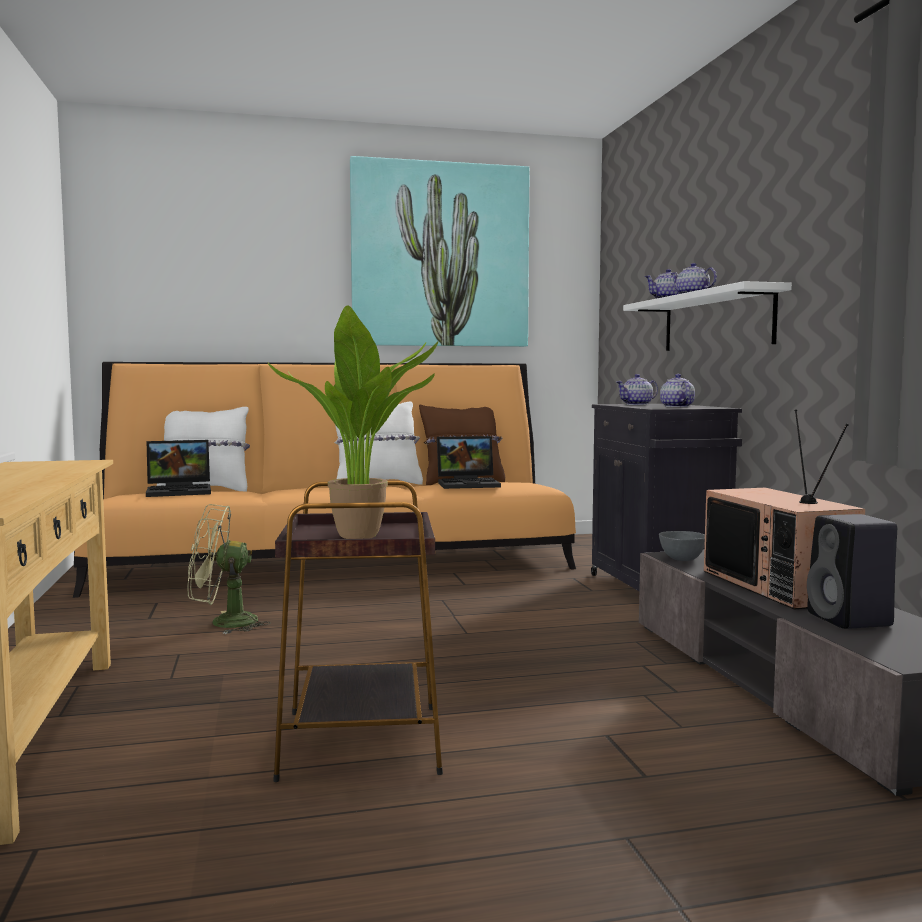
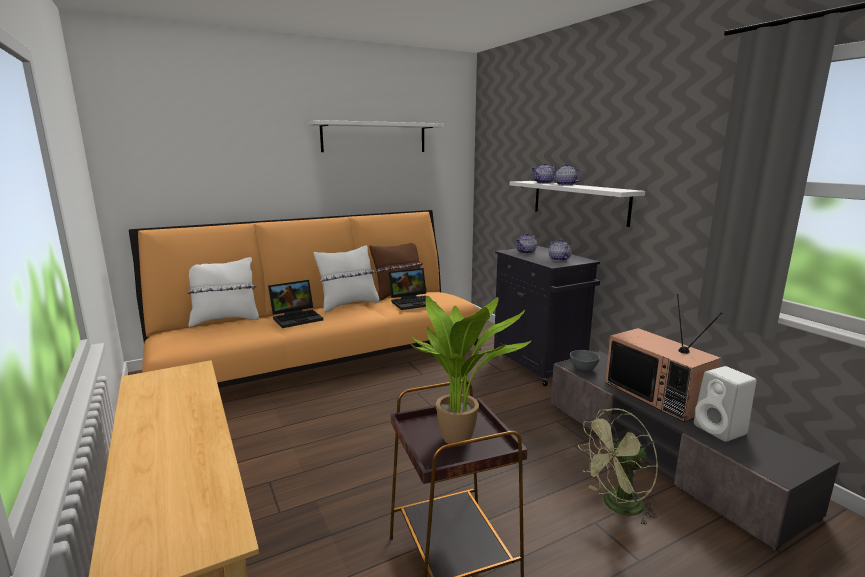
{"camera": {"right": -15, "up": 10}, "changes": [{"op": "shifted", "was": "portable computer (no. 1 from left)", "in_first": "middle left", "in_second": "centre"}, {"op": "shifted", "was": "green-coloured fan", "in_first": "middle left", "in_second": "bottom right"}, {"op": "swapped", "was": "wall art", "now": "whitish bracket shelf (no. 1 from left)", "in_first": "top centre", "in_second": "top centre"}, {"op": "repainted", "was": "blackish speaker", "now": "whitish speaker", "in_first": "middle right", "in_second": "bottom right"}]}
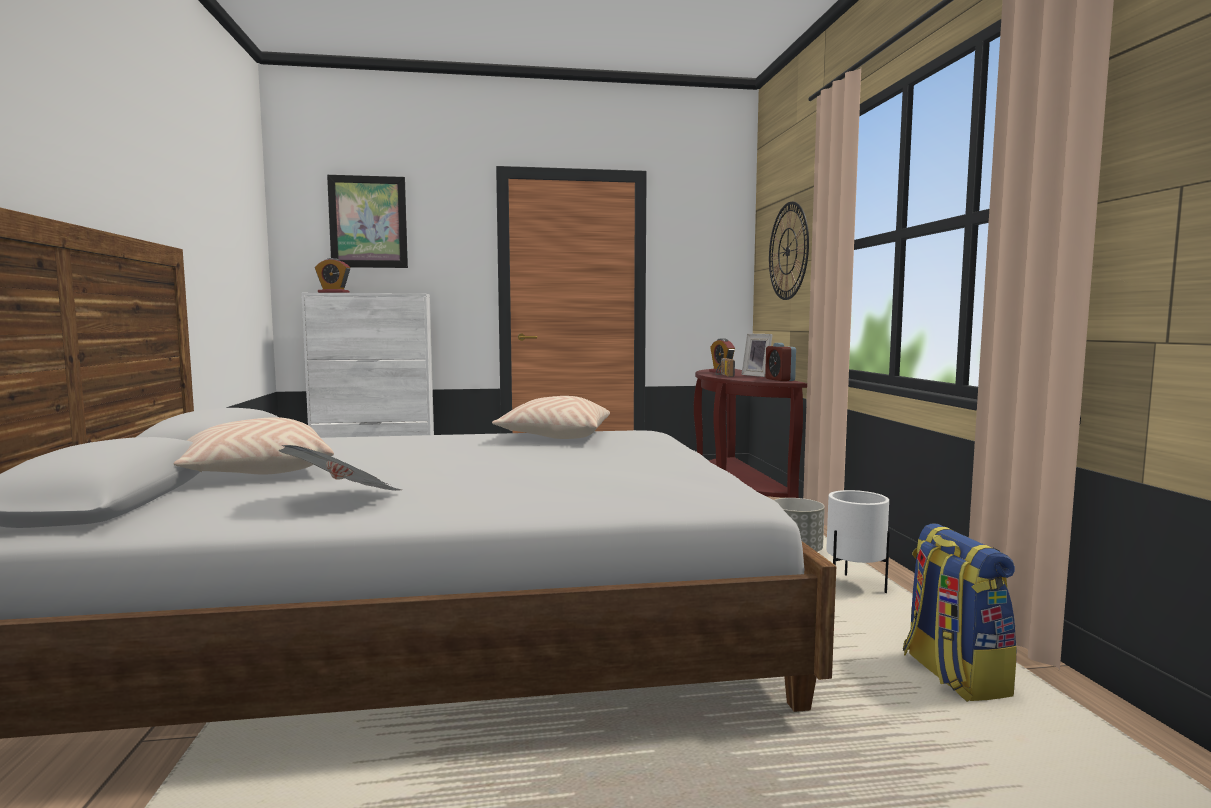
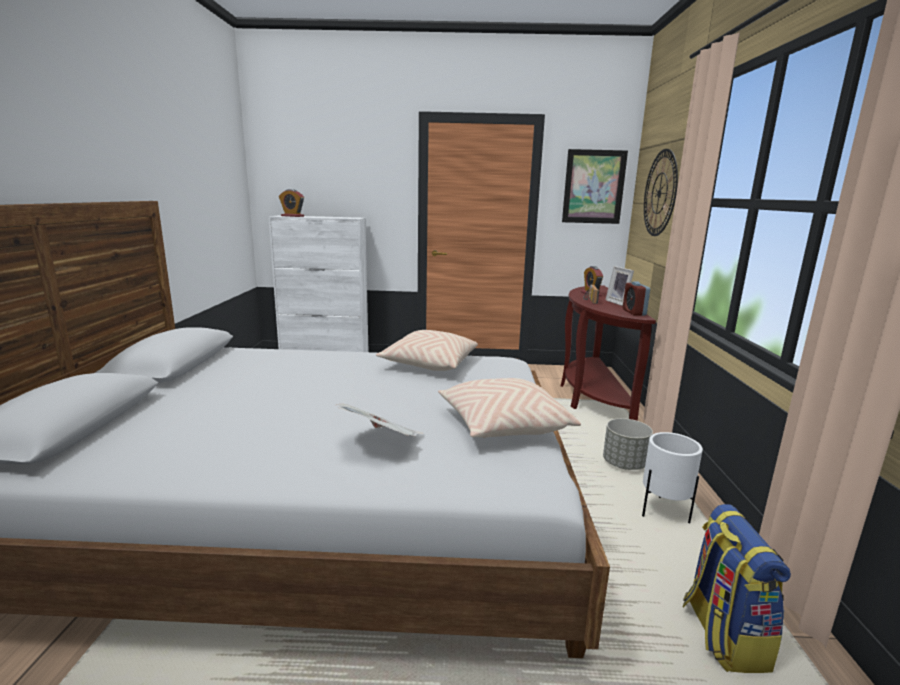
{"camera": {"right": 10, "up": 10}, "changes": [{"op": "shifted", "was": "beige throw pillow (no. 1 from left in the first image)", "now": "beige throw pillow (no. 2 from left)", "in_first": "middle left", "in_second": "centre"}, {"op": "shifted", "was": "printed paper", "in_first": "middle left", "in_second": "centre"}, {"op": "shifted", "was": "wall art", "in_first": "top left", "in_second": "top centre"}]}
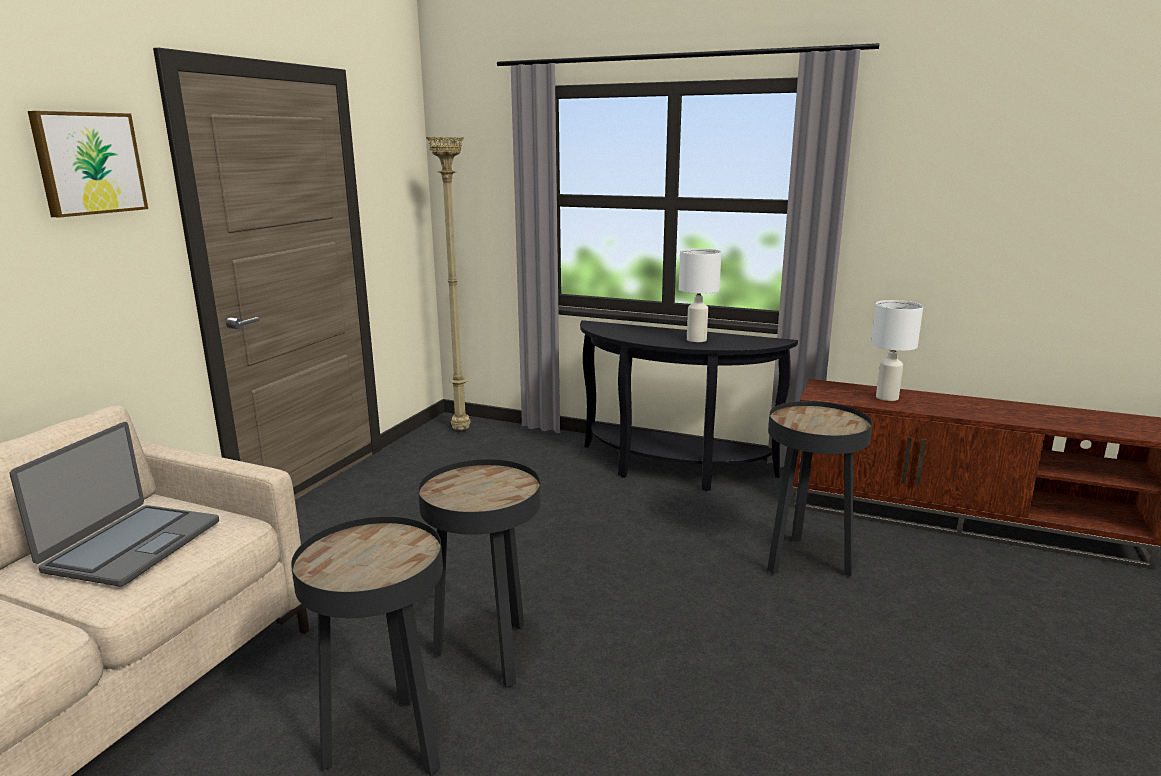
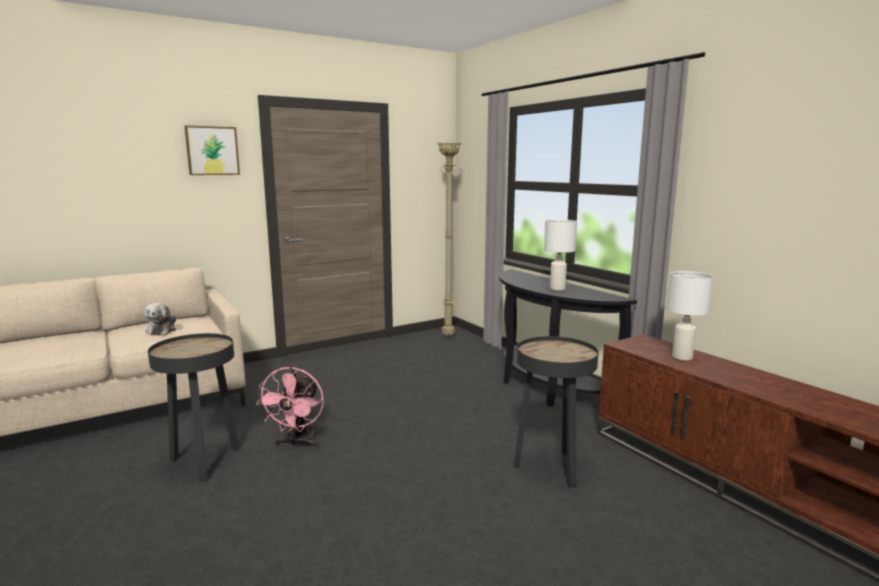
{"camera": {"right": 35, "up": -5}, "changes": [{"op": "swapped", "was": "portable computer", "now": "soft toy", "in_first": "middle left", "in_second": "middle left"}, {"op": "swapped", "was": "blackish end table (no. 2 from left)", "now": "pinkish fan", "in_first": "bottom centre", "in_second": "bottom left"}]}
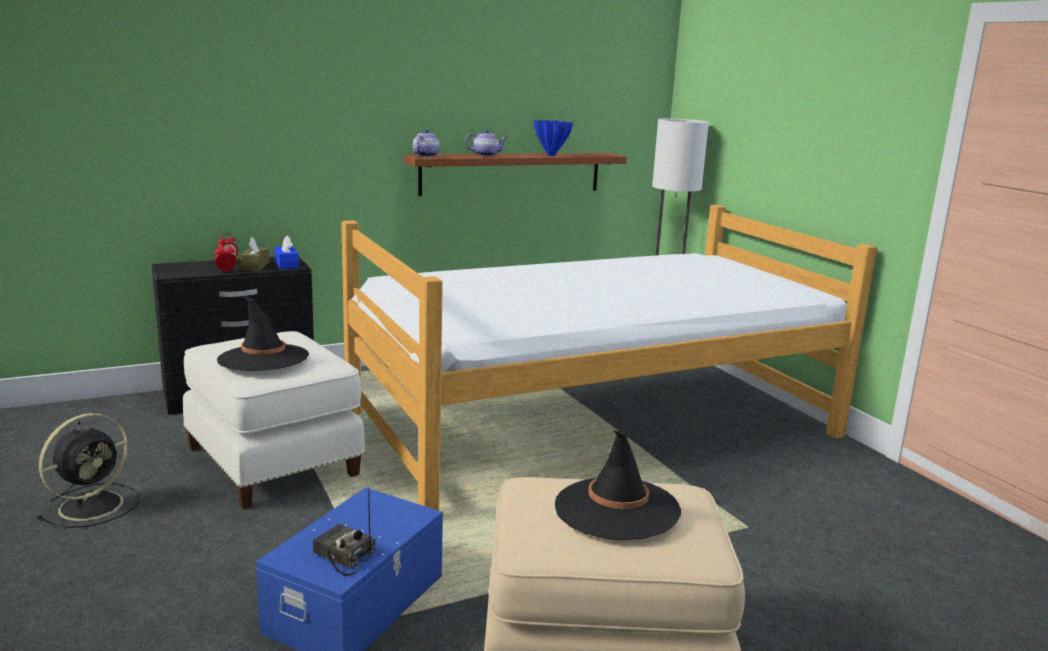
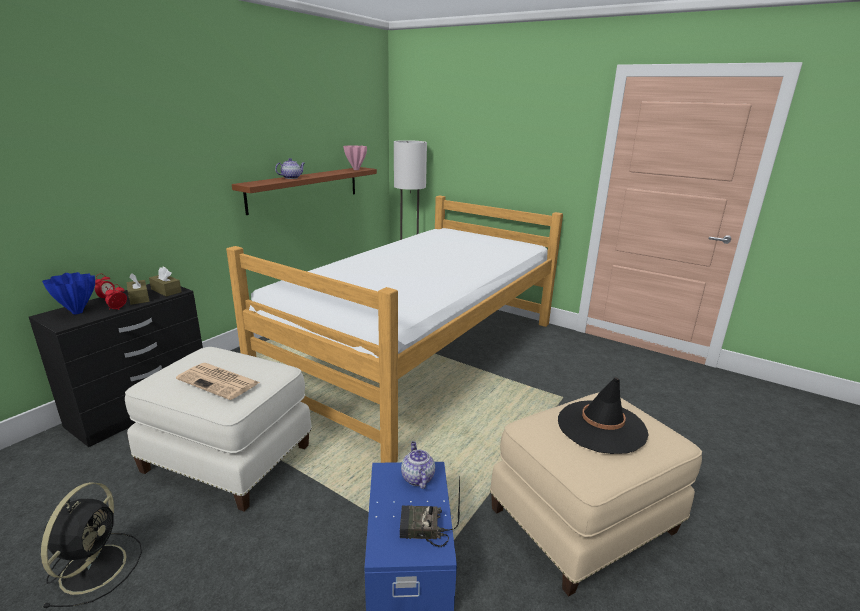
{"camera": {"right": -30, "up": 5}, "changes": [{"op": "swapped", "was": "blackish wearable hat (no. 1 from left)", "now": "printed paper", "in_first": "middle left", "in_second": "middle left"}, {"op": "repainted", "was": "bluish box of tissues", "now": "brown box of tissues (no. 2 from left)", "in_first": "middle left", "in_second": "middle left"}, {"op": "shifted", "was": "teapot (no. 1 from left in the first image)", "now": "teapot (no. 2 from left)", "in_first": "top centre", "in_second": "bottom centre"}, {"op": "shifted", "was": "bluish flower vase", "in_first": "top centre", "in_second": "middle left"}, {"op": "new", "now": "pinkish flower vase", "in_second": "top centre"}]}
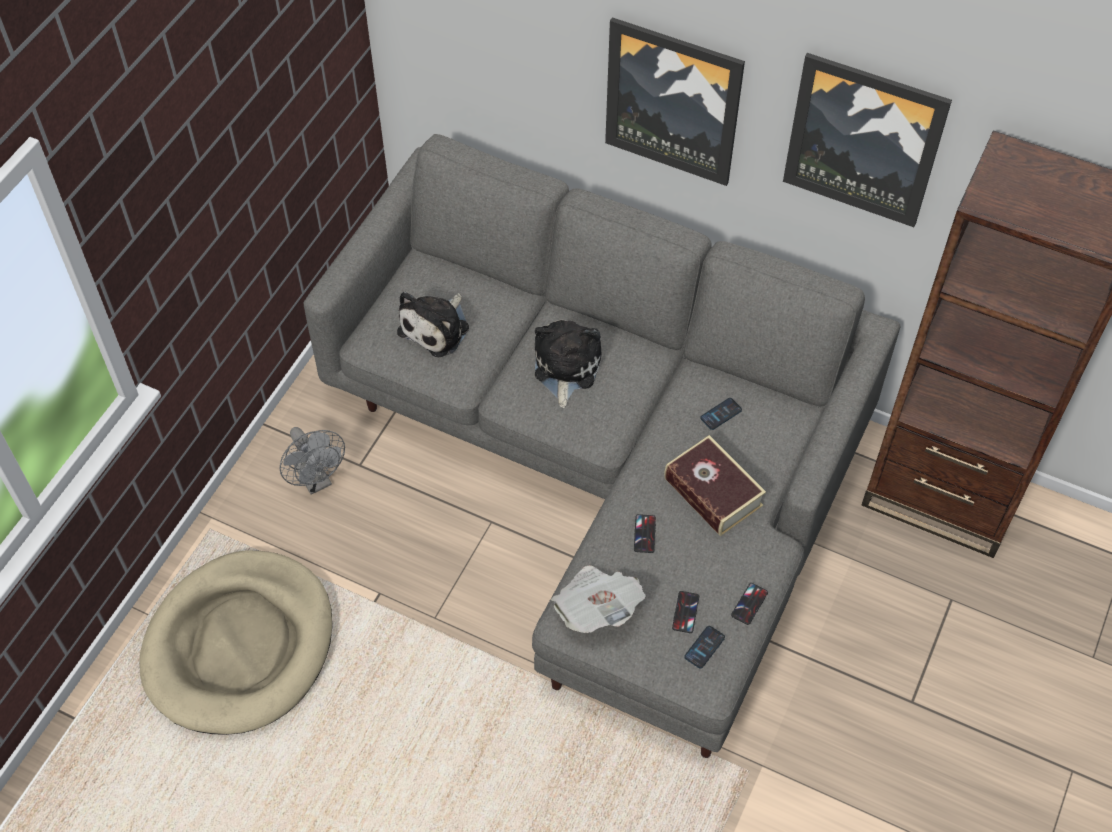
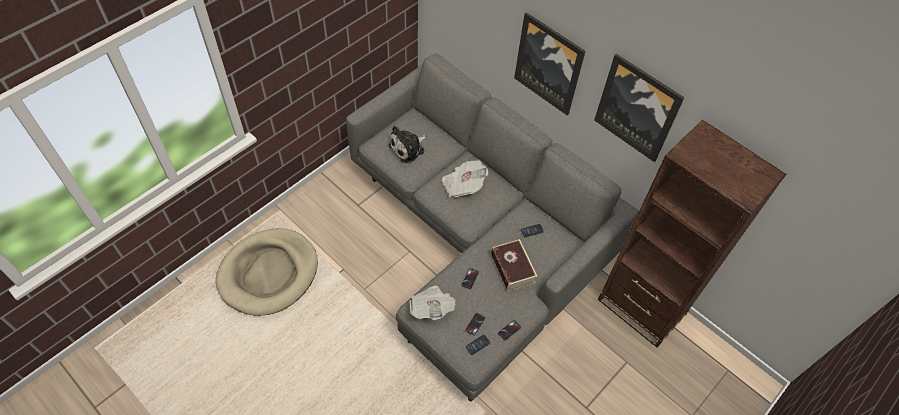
{"camera": {"right": 15, "up": 0}, "changes": [{"op": "gone", "was": "gray fan", "in_first": "middle left"}, {"op": "swapped", "was": "soft toy (no. 2 from left)", "now": "printed paper (no. 2 from left)", "in_first": "centre", "in_second": "centre"}]}
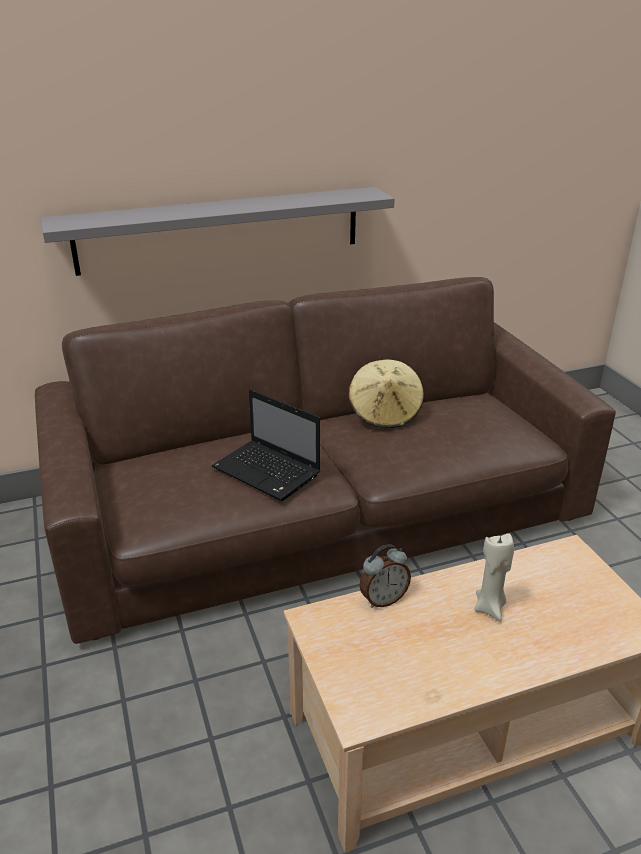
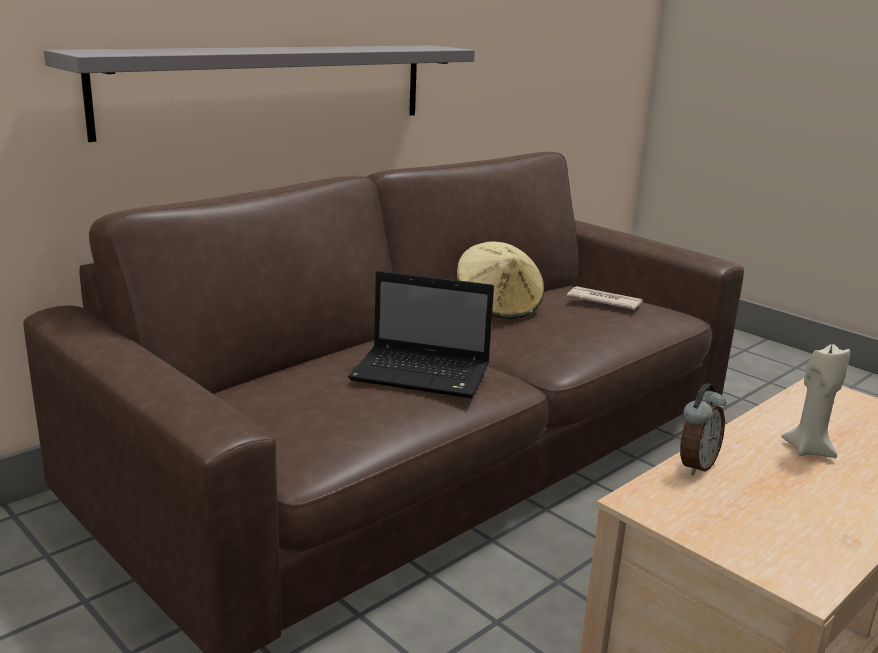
{"camera": {"right": -25, "up": -10}, "changes": [{"op": "new", "now": "printed paper", "in_second": "middle right"}]}
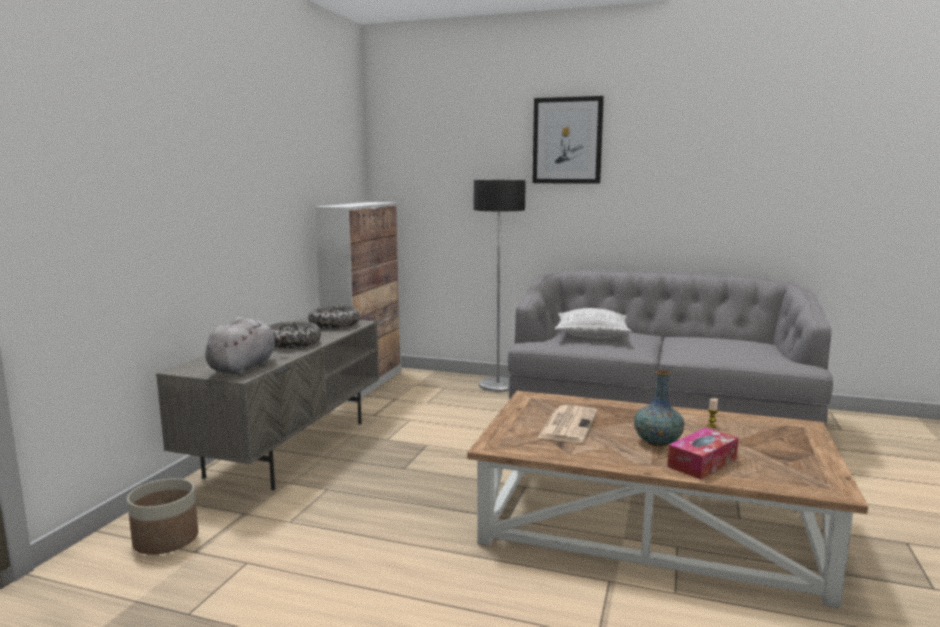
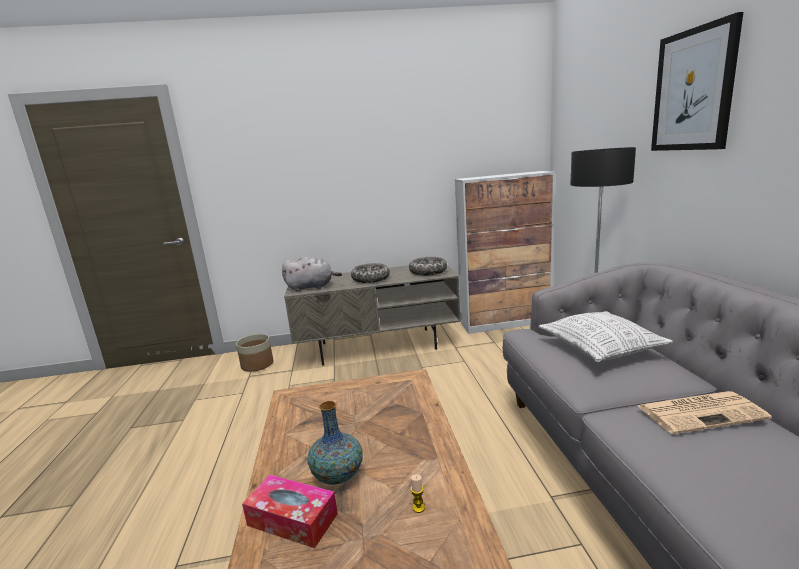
{"camera": {"right": 65, "up": 5}, "changes": [{"op": "shifted", "was": "printed paper", "in_first": "bottom centre", "in_second": "bottom right"}]}
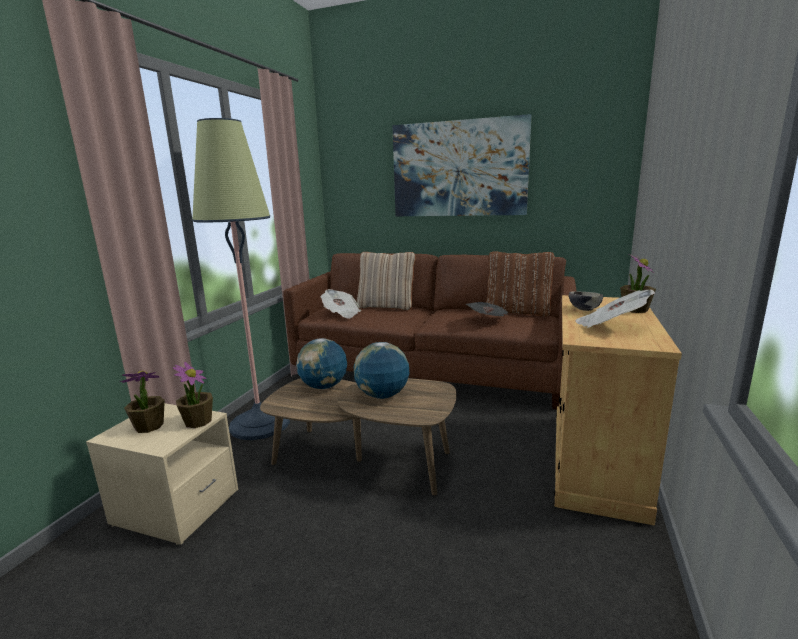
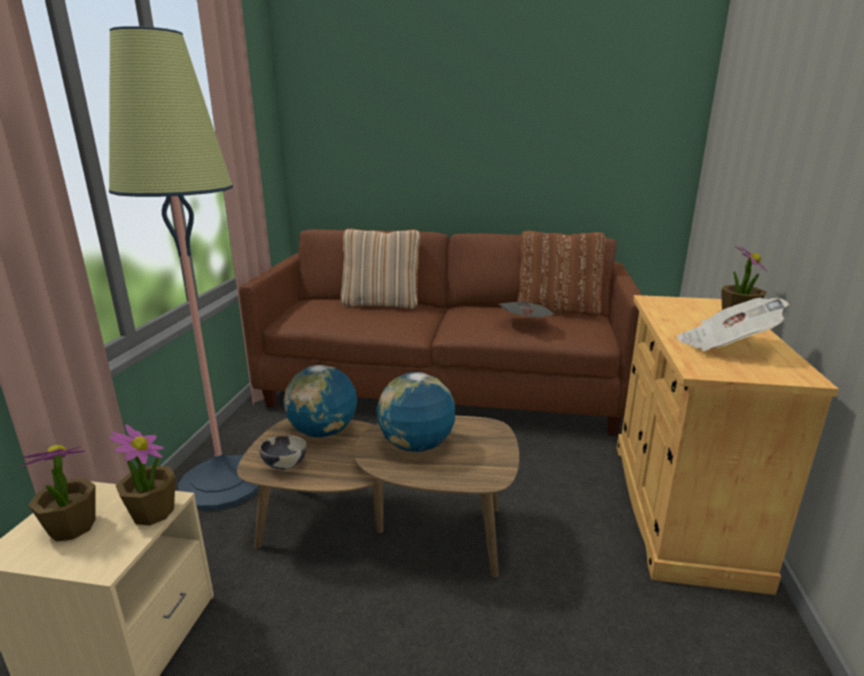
{"camera": {"right": -10, "up": 5}, "changes": [{"op": "gone", "was": "printed paper (no. 1 from left)", "in_first": "centre"}, {"op": "gone", "was": "wall art", "in_first": "top centre"}, {"op": "shifted", "was": "serving bowl", "in_first": "middle right", "in_second": "bottom left"}]}
